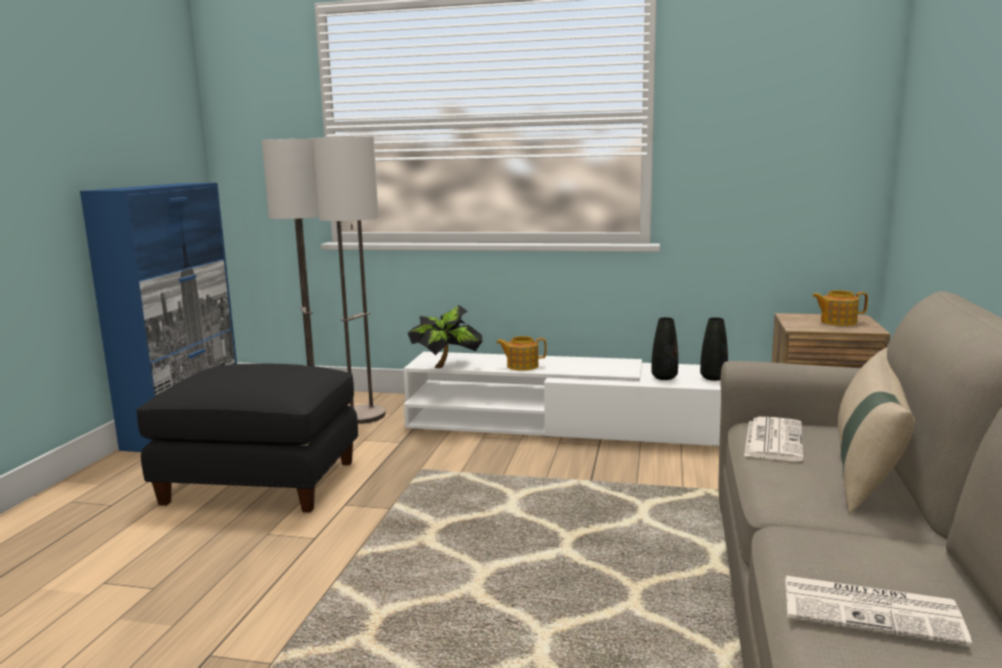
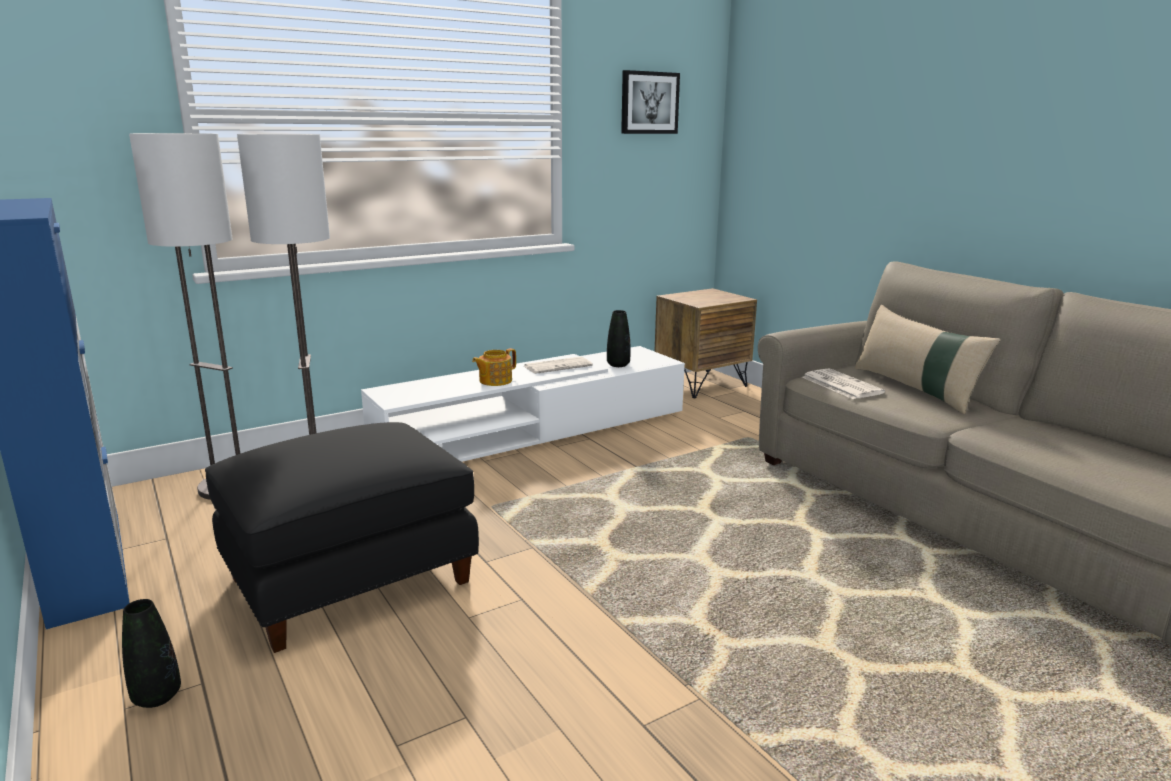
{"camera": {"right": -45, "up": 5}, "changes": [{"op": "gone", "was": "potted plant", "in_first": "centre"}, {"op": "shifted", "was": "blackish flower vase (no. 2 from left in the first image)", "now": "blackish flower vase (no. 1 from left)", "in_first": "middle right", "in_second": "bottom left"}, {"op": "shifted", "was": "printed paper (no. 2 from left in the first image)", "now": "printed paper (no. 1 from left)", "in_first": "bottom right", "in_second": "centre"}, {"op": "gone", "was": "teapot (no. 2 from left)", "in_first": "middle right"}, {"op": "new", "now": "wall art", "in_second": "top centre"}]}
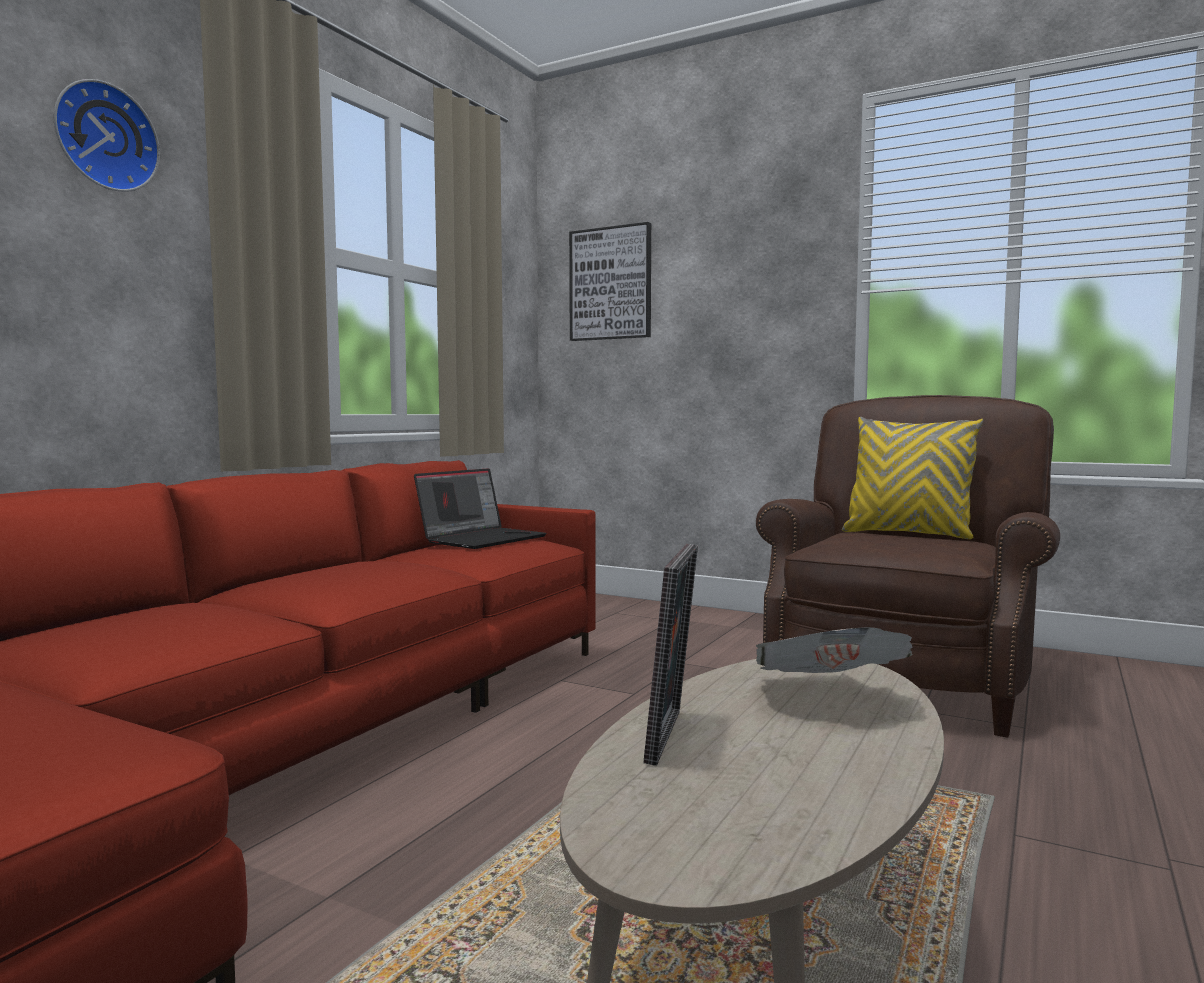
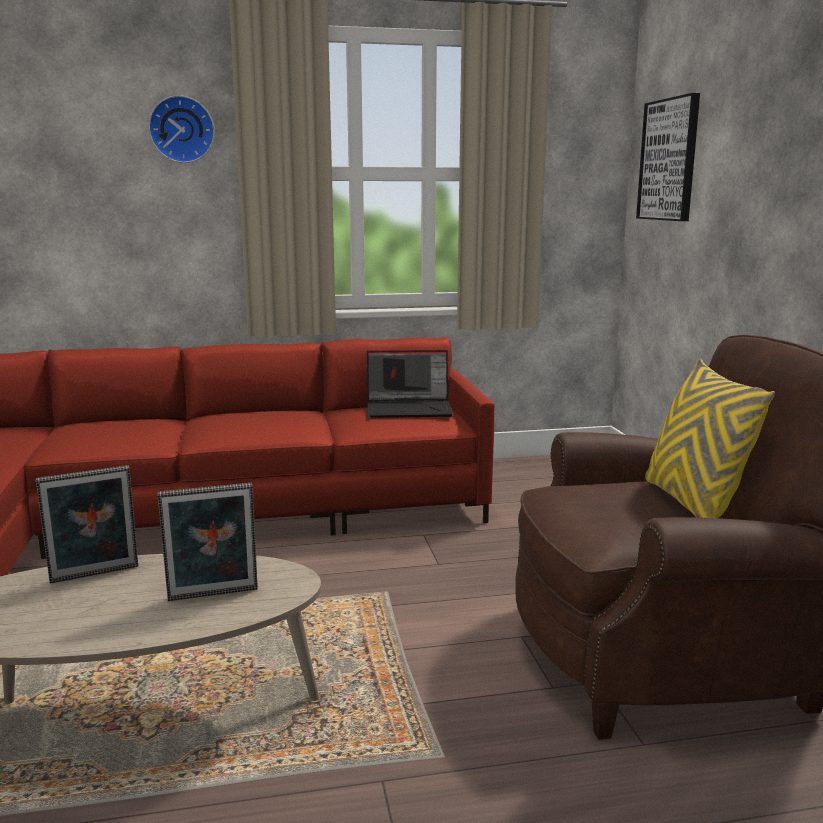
{"camera": {"right": 50, "up": 10}, "changes": [{"op": "swapped", "was": "printed paper", "now": "standing frame (no. 2 from left)", "in_first": "middle right", "in_second": "middle left"}]}
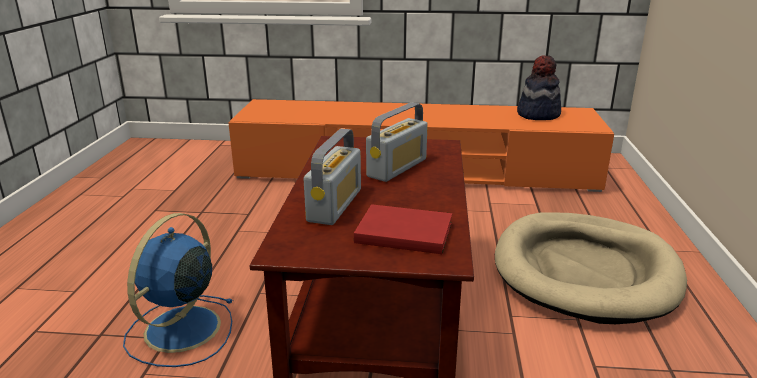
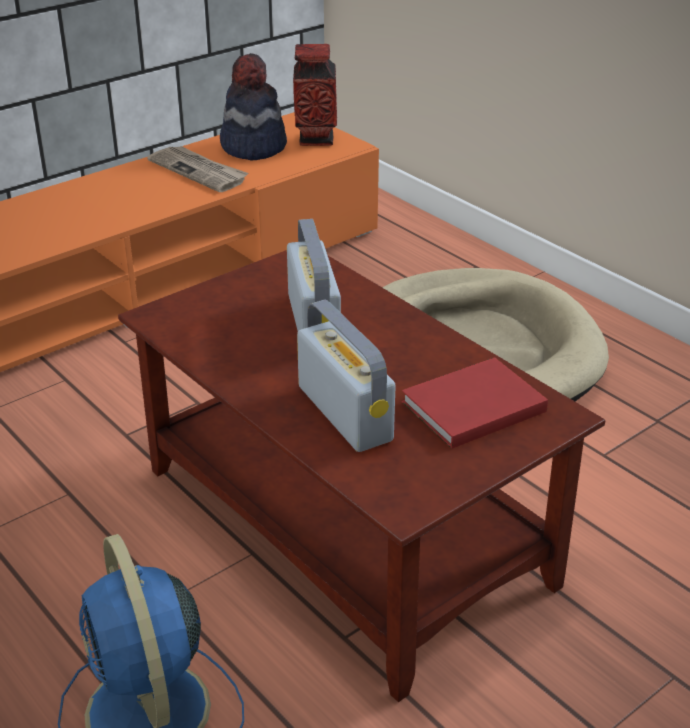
{"camera": {"right": -45, "up": 10}, "changes": [{"op": "new", "now": "printed paper", "in_second": "top left"}, {"op": "new", "now": "flower vase", "in_second": "top centre"}]}
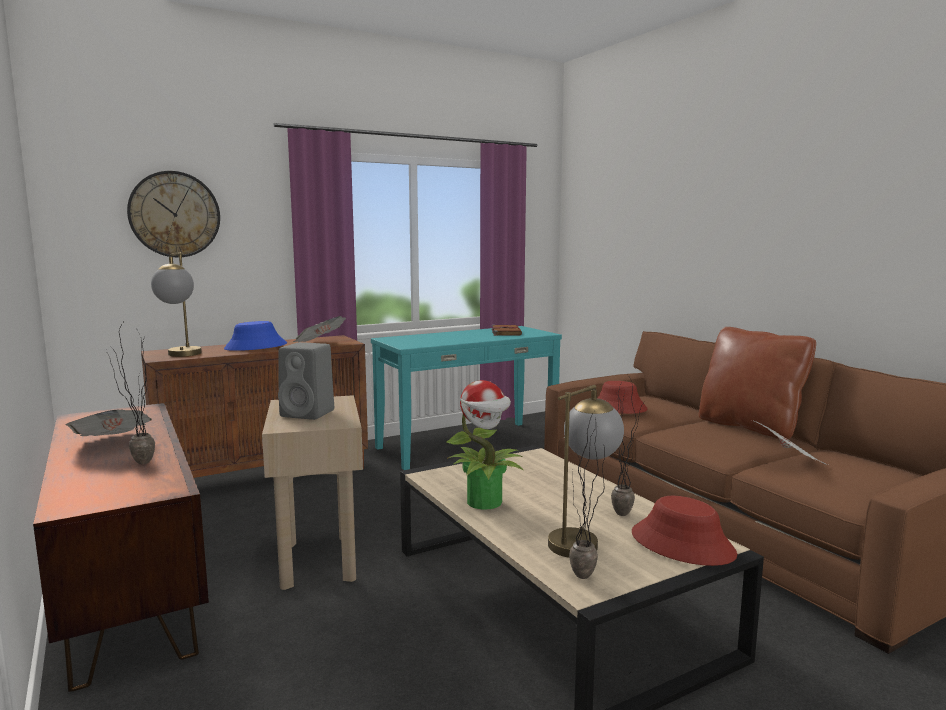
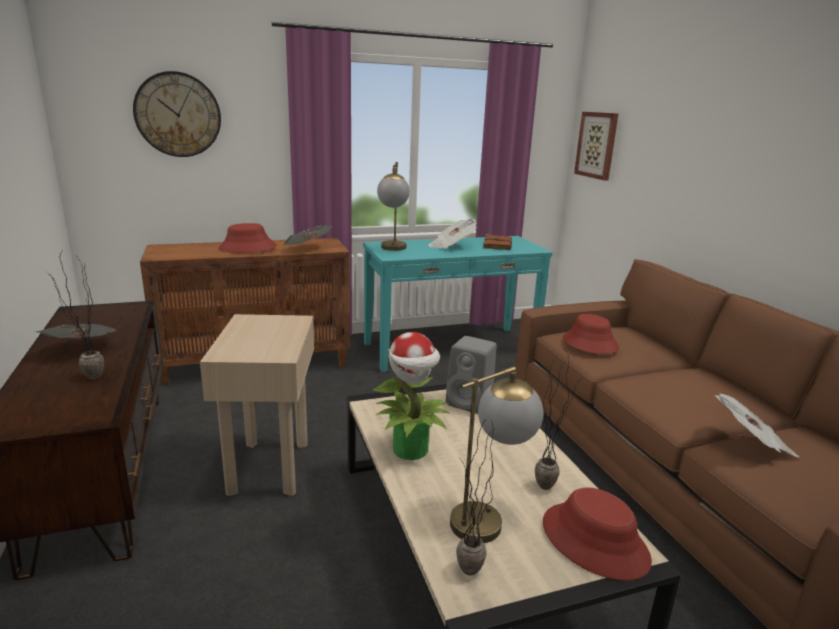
{"camera": {"right": 10, "up": 10}, "changes": [{"op": "shifted", "was": "table lamp (no. 1 from left)", "in_first": "middle left", "in_second": "top centre"}, {"op": "repainted", "was": "bluish wearable hat", "now": "red wearable hat (no. 1 from left)", "in_first": "middle left", "in_second": "middle left"}, {"op": "shifted", "was": "gray speaker", "in_first": "middle left", "in_second": "centre"}, {"op": "gone", "was": "brown throw pillow", "in_first": "middle right"}, {"op": "new", "now": "printed paper (no. 3 from left)", "in_second": "centre"}, {"op": "new", "now": "wall art", "in_second": "top right"}]}
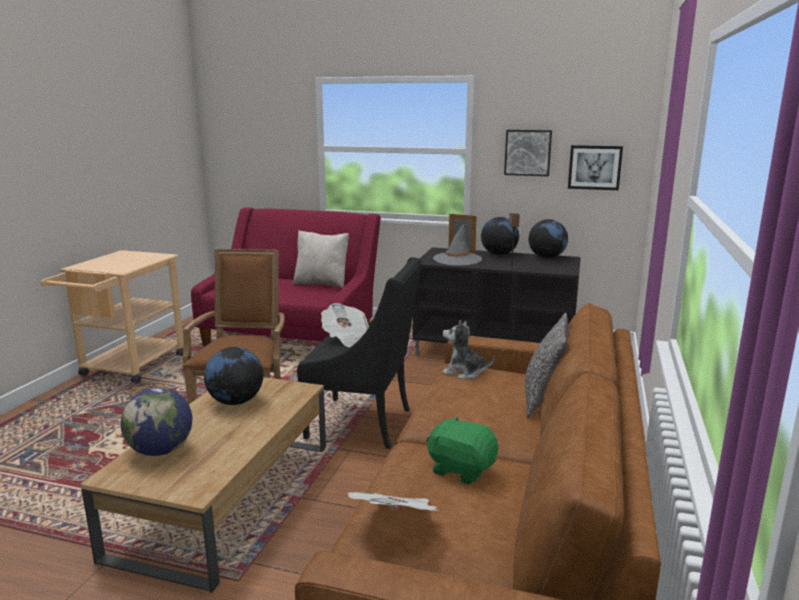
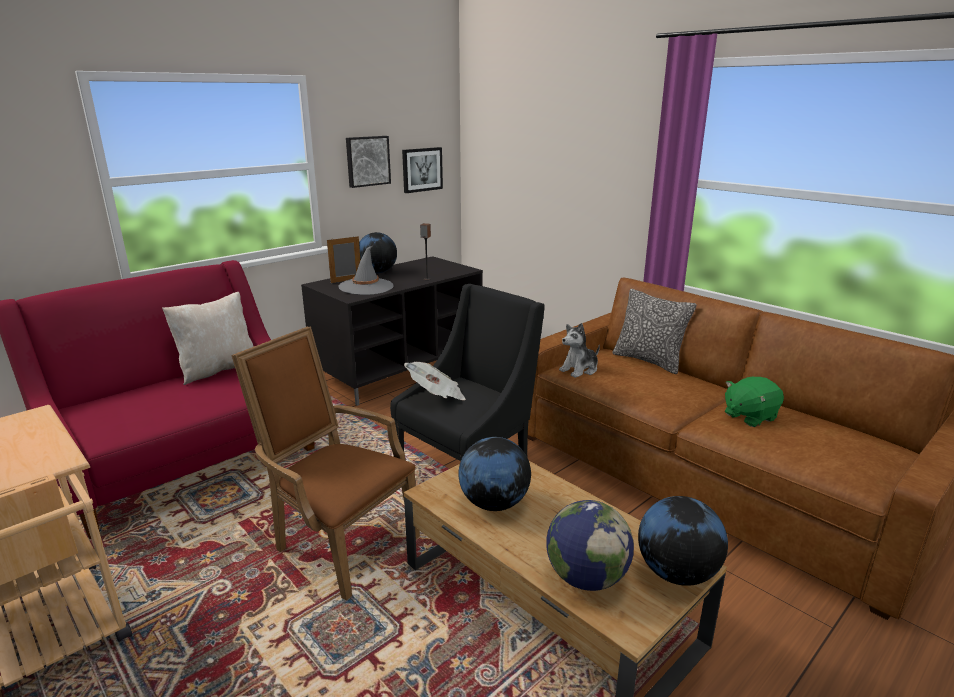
{"camera": {"right": -60, "up": 5}, "changes": [{"op": "gone", "was": "printed paper (no. 2 from left)", "in_first": "bottom centre"}, {"op": "shifted", "was": "globe (no. 4 from left)", "in_first": "middle right", "in_second": "bottom right"}]}
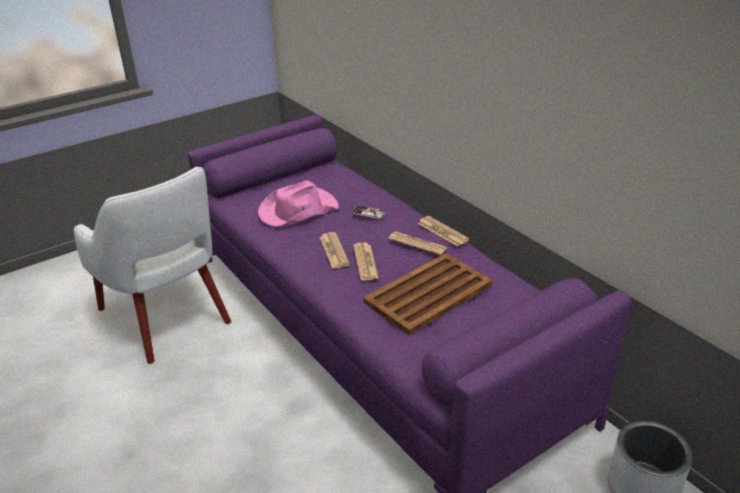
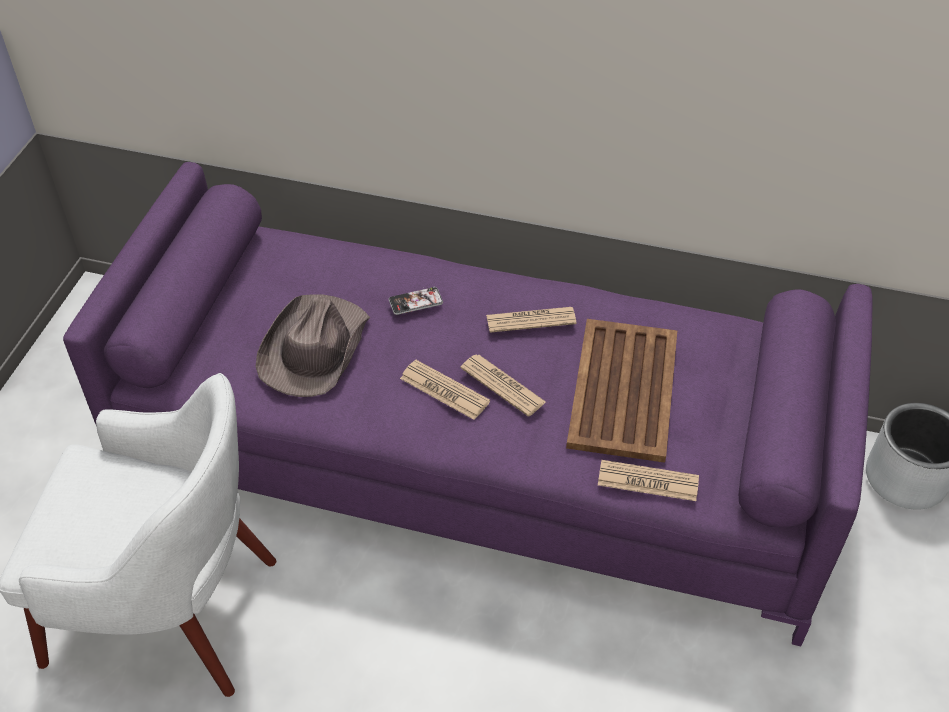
{"camera": {"right": -40, "up": 15}, "changes": [{"op": "repainted", "was": "pinkish wearable hat", "now": "brown wearable hat", "in_first": "centre", "in_second": "middle left"}, {"op": "shifted", "was": "printed paper (no. 4 from left)", "in_first": "centre", "in_second": "bottom right"}]}
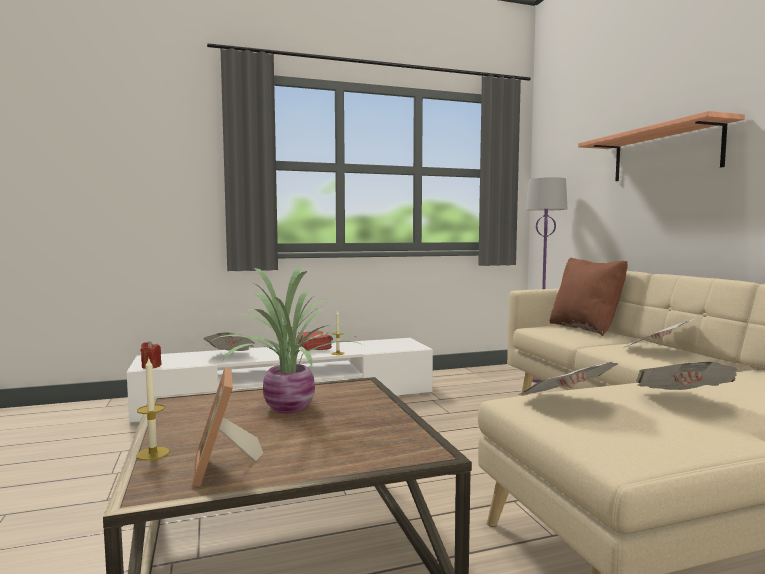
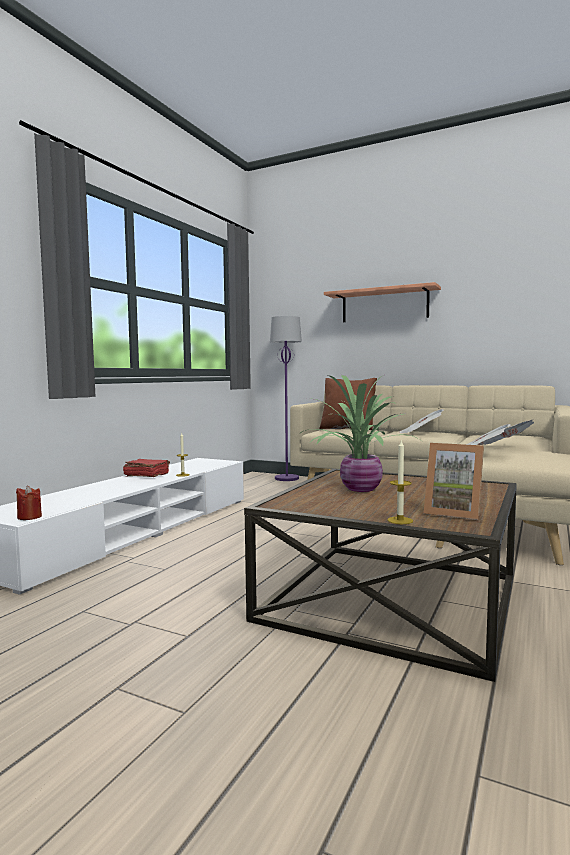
{"camera": {"right": -45, "up": 0}, "changes": [{"op": "gone", "was": "printed paper (no. 1 from left)", "in_first": "middle left"}]}
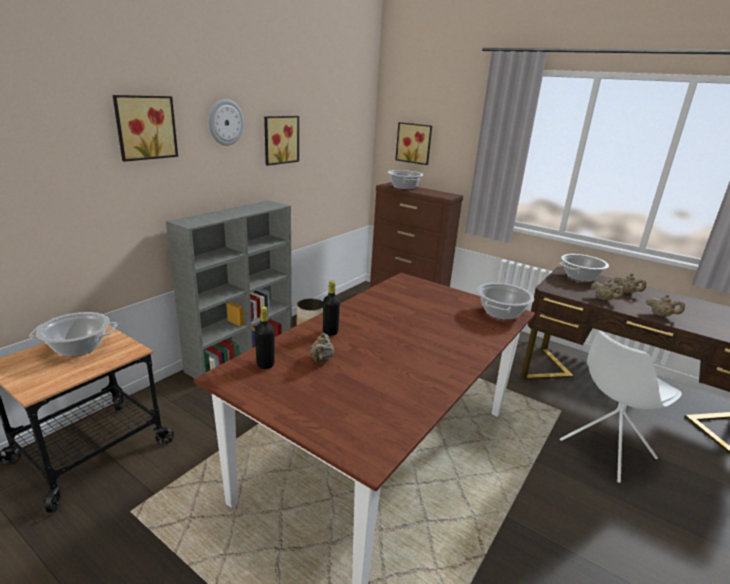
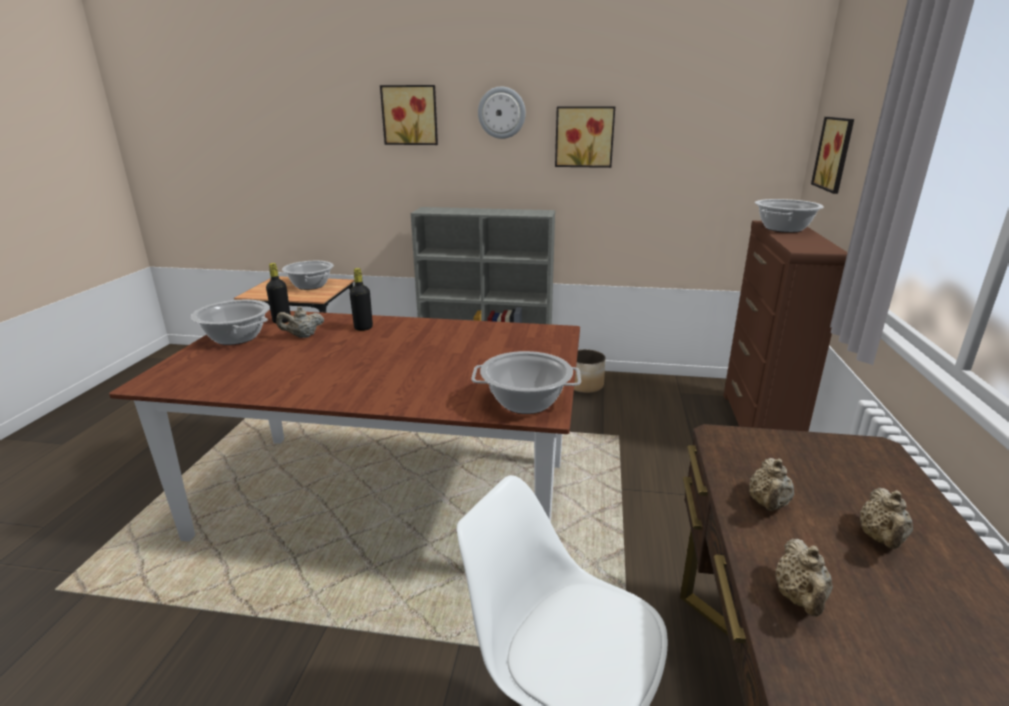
{"camera": {"right": 65, "up": 0}, "changes": [{"op": "shifted", "was": "stockpot (no. 4 from left in the first image)", "now": "stockpot (no. 1 from left)", "in_first": "middle right", "in_second": "middle left"}]}
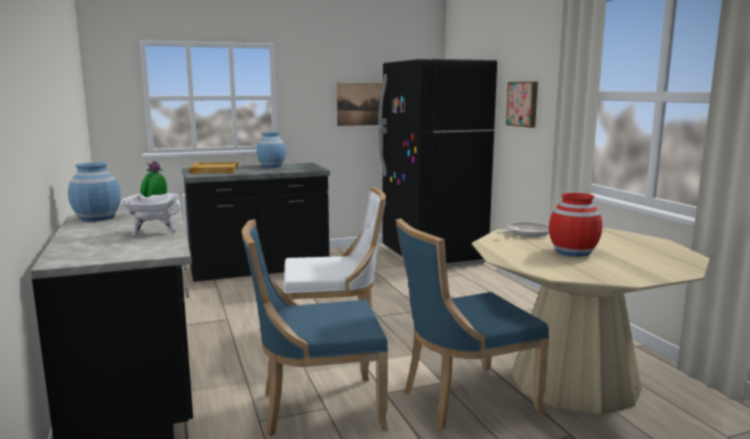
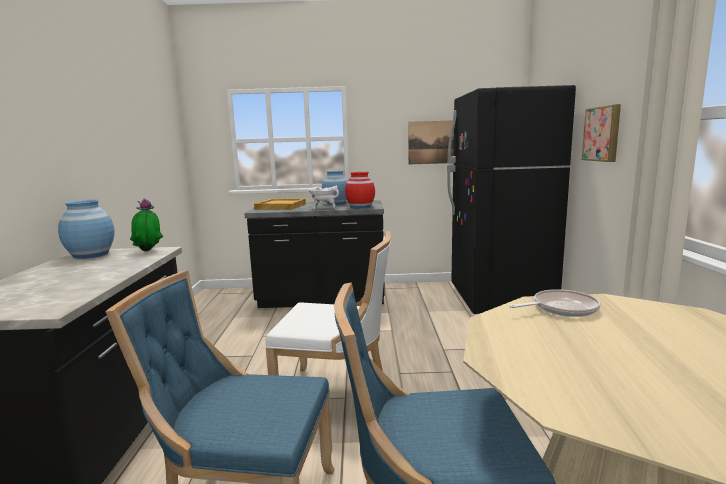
{"camera": {"right": 20, "up": 0}, "changes": [{"op": "shifted", "was": "whitish stockpot", "in_first": "middle left", "in_second": "centre"}, {"op": "shifted", "was": "red flower vase", "in_first": "middle right", "in_second": "centre"}]}
